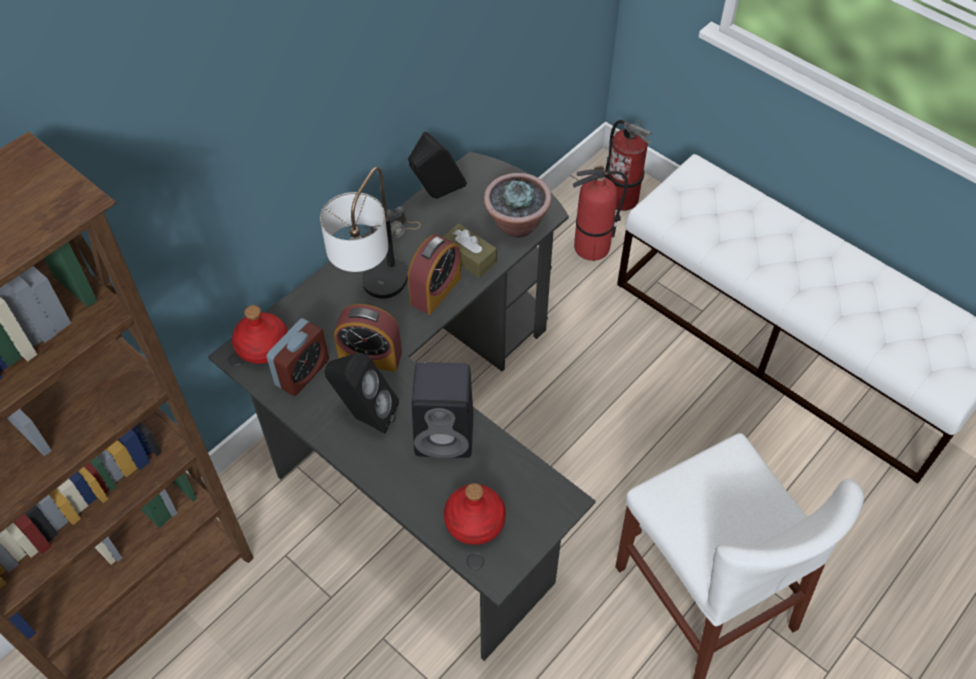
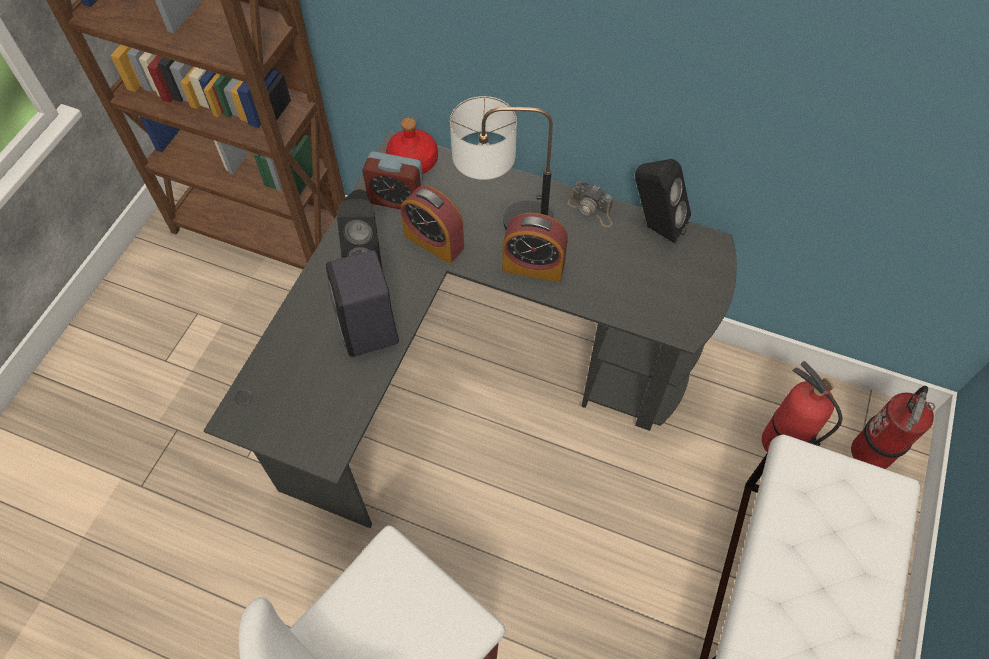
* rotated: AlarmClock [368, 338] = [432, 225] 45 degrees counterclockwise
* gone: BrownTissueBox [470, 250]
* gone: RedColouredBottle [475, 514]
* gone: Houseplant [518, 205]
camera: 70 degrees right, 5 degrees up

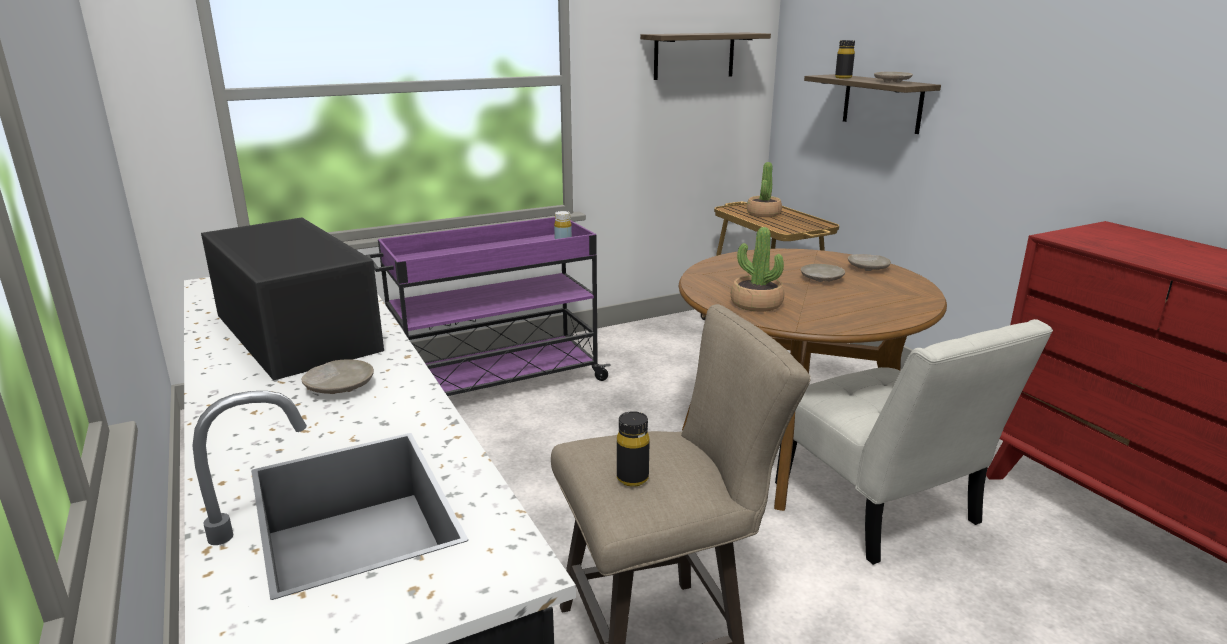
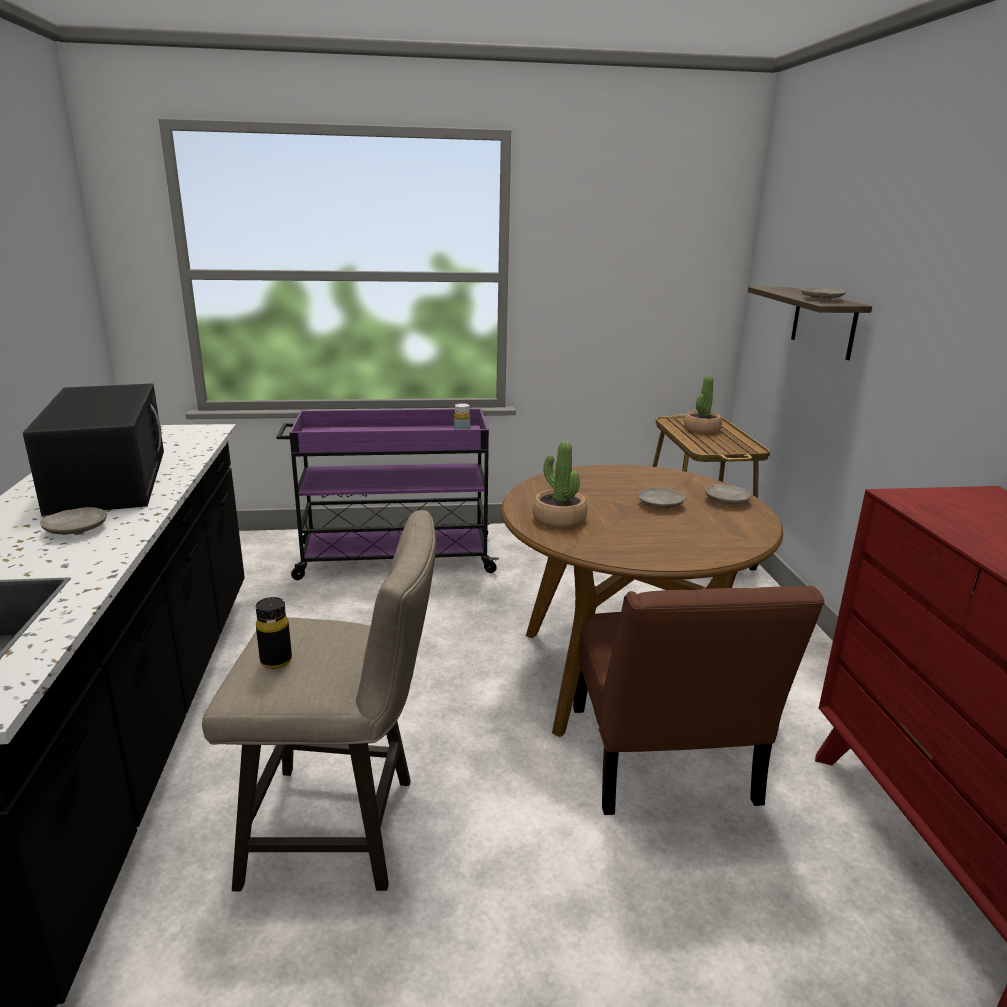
* repainted: WhiteColouredChair [914, 442] to BrownChair [699, 700]
* gone: BracketShelf [705, 56]
* gone: BlackColouredBottle [845, 59]
camera: 20 degrees right, 0 degrees up

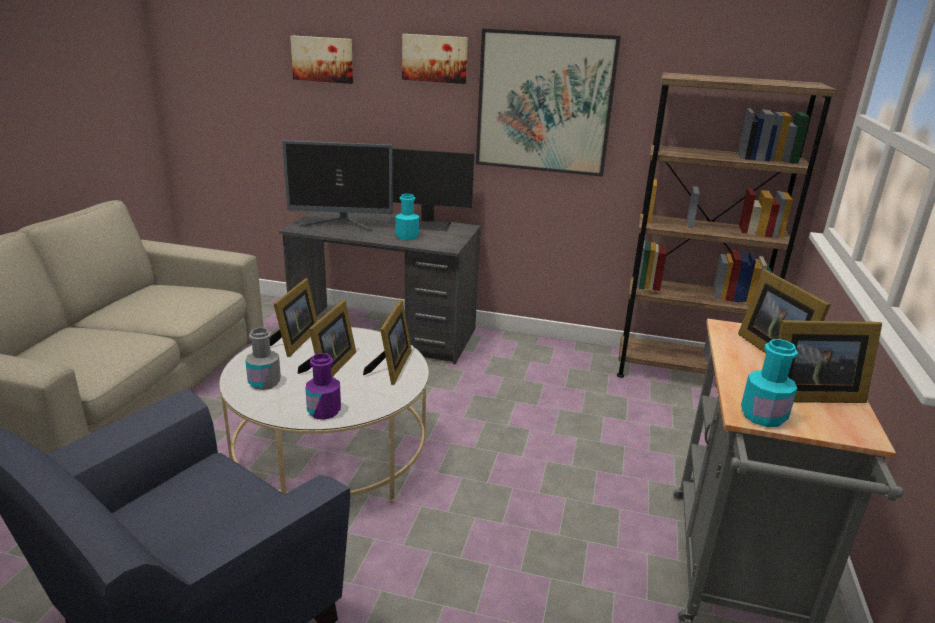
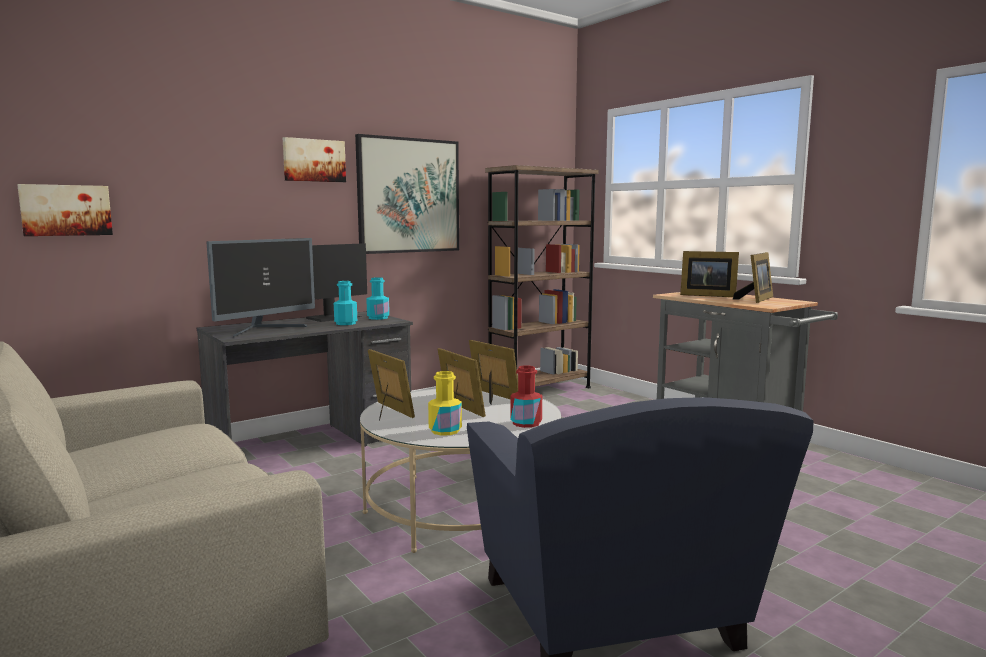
* shifted: WallPicture [321, 60] to [65, 210]
* shifted: TurquoiseColouredBottle [769, 383] to [377, 298]
* repainted: GreyishBottle [263, 358] to YellowColouredBottle [445, 403]
* repainted: PurplishBottle [323, 386] to RedColouredBottle [526, 396]
camera: 50 degrees left, 15 degrees down

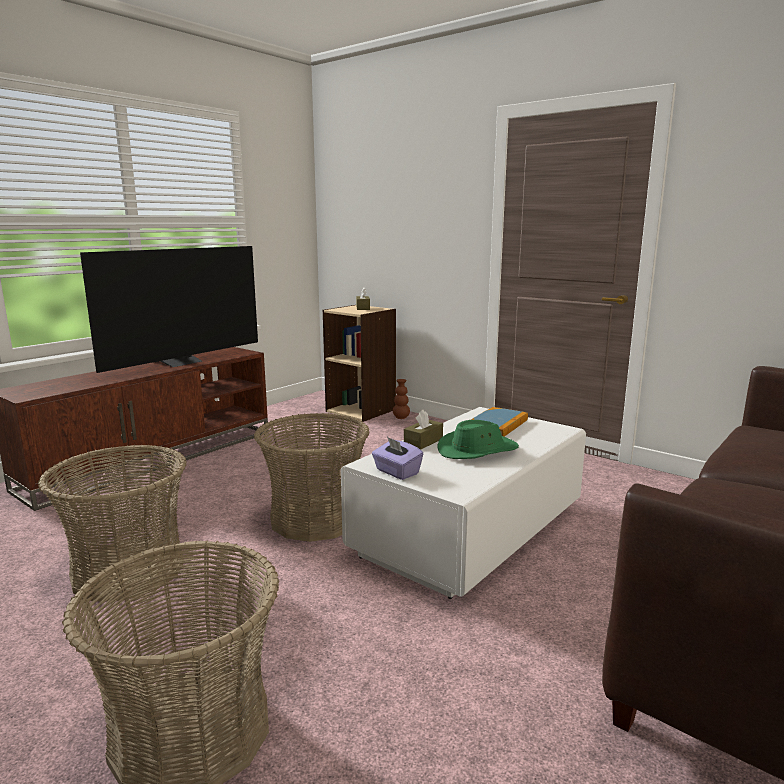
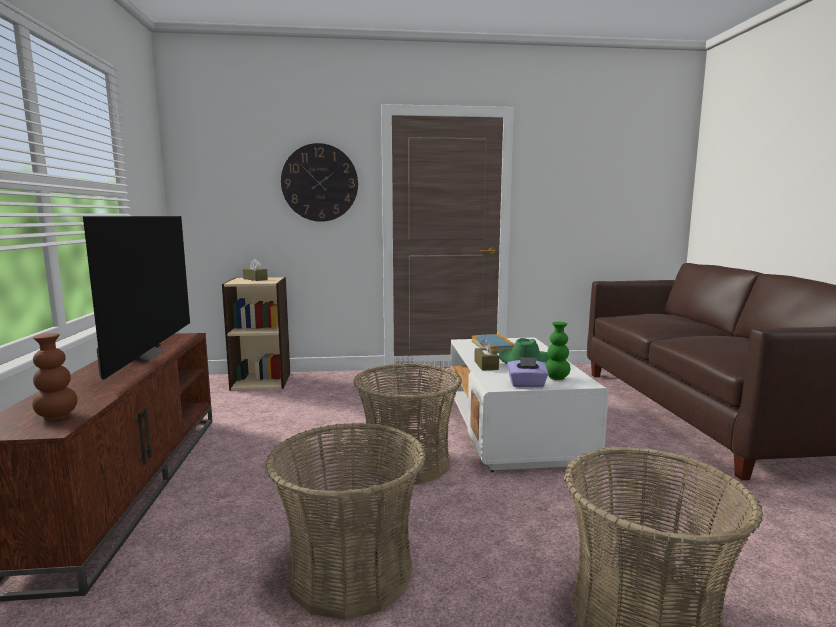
* shifted: BrownDecorativeVase [401, 399] to [54, 376]
* new: ClockOnTheWall [319, 182]
* new: GreenColouredDecorativeVase [557, 351]
camera: 45 degrees left, 5 degrees down

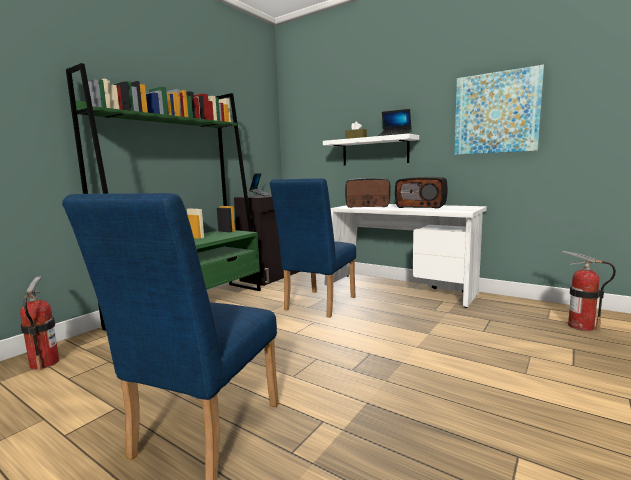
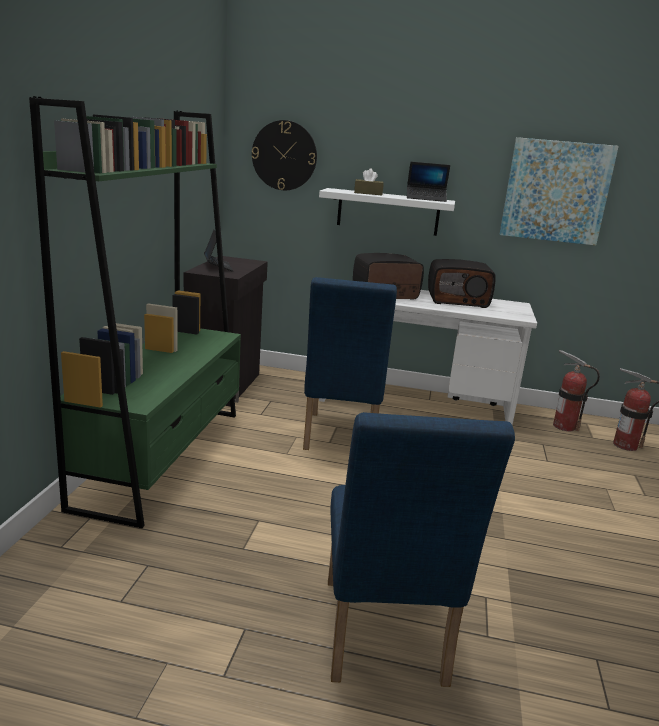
* new: ClockOnTheWall [284, 155]
* shifted: FireExtinguisher [39, 323] to [576, 390]
camera: 25 degrees left, 10 degrees up

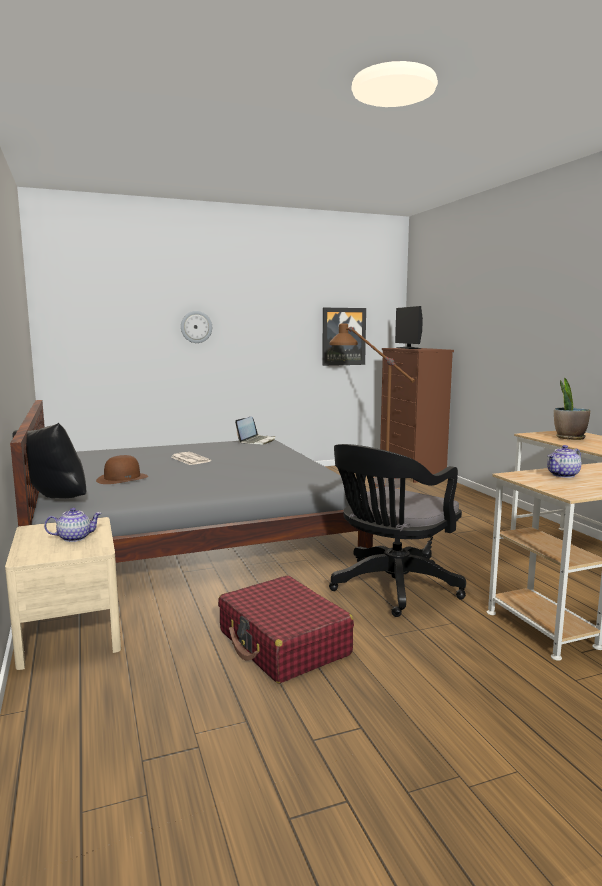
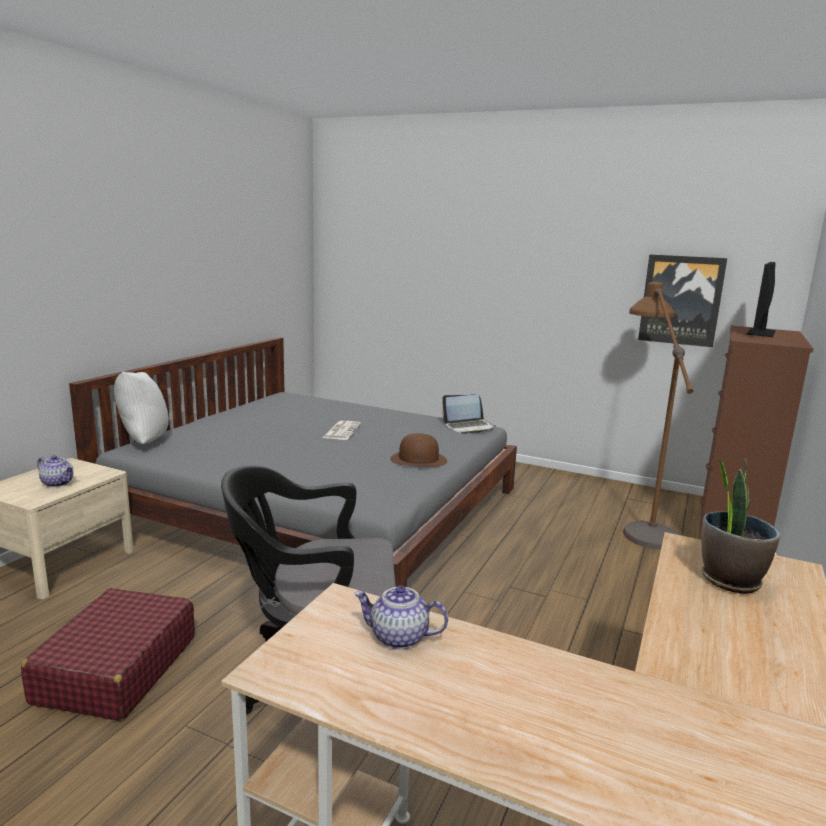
* repainted: BlackColouredPillow [49, 460] to WhiteColouredPillow [141, 408]
* shifted: BrownClothingHat [122, 469] to [418, 450]
* gone: ClockOnTheWall [196, 327]
camera: 45 degrees right, 5 degrees up

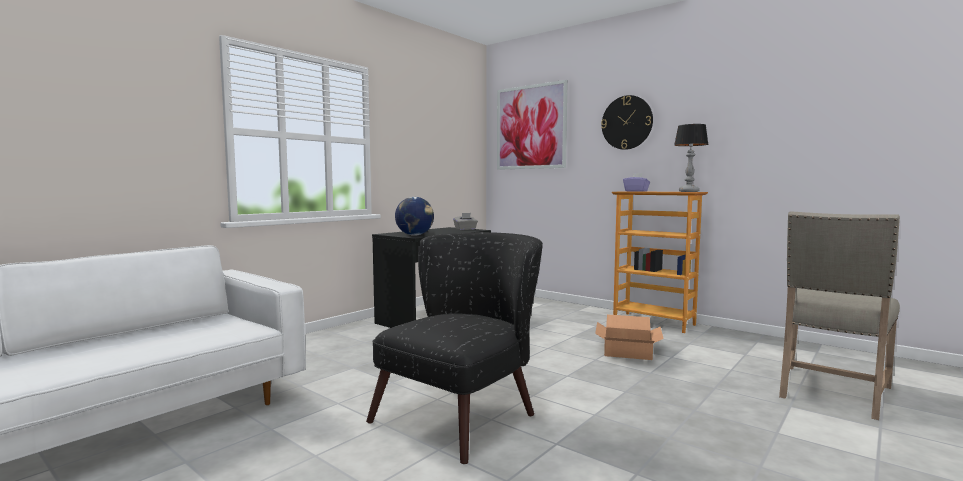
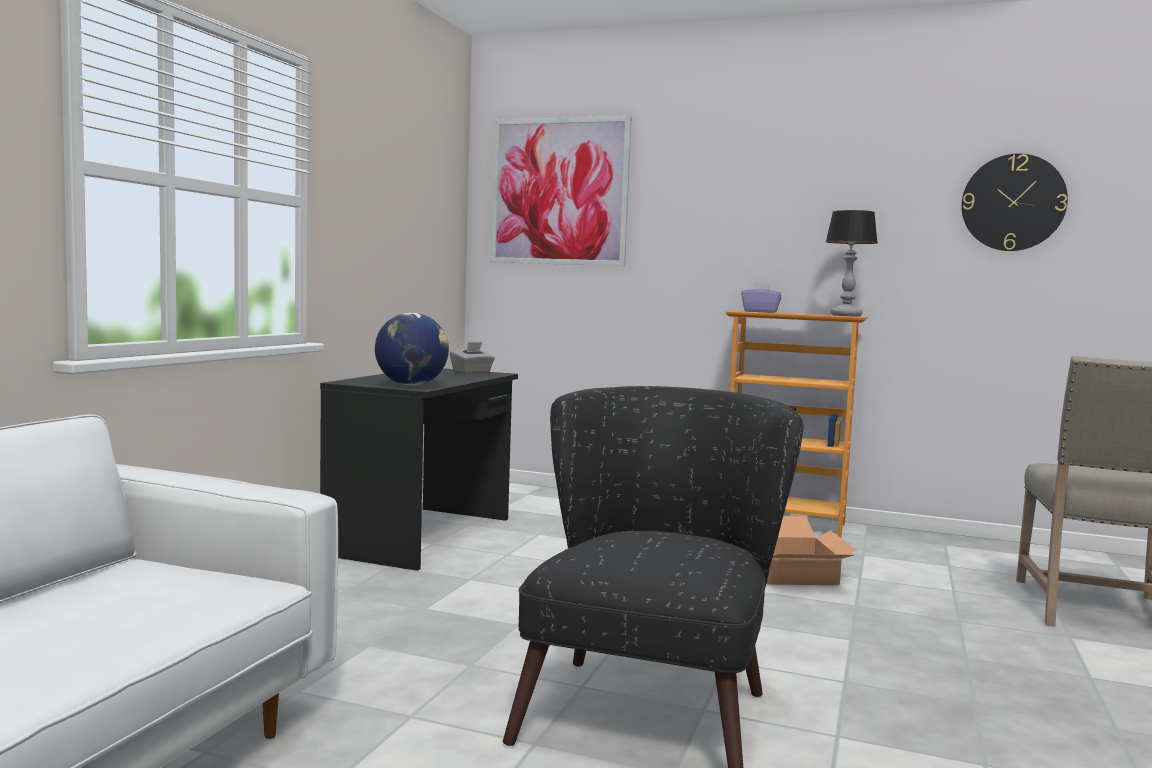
* shifted: ClockOnTheWall [627, 122] to [1014, 202]
camera: 20 degrees left, 0 degrees up

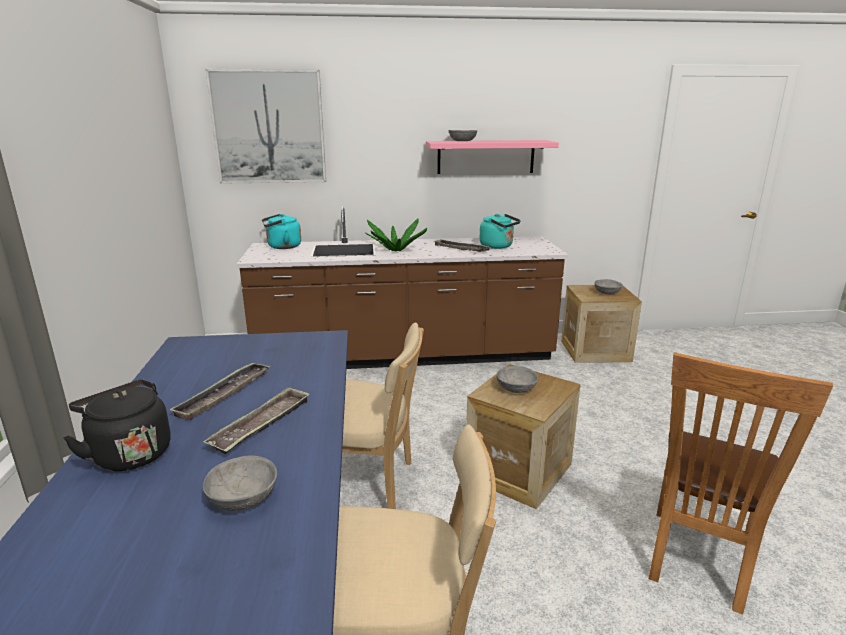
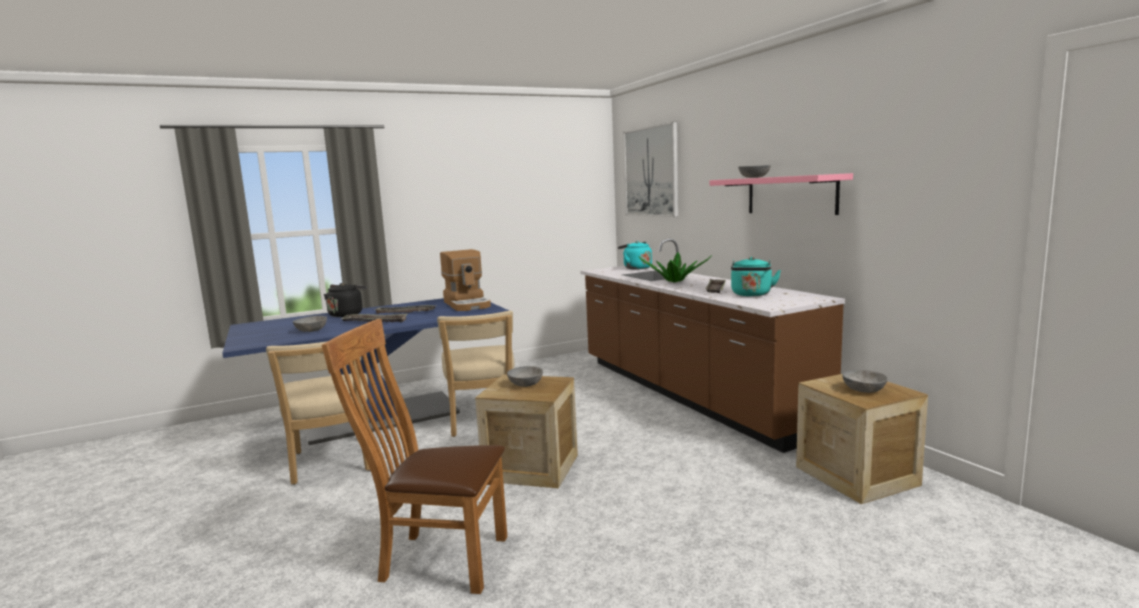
* new: CoffeeMachine [465, 280]
camera: 70 degrees right, 10 degrees down

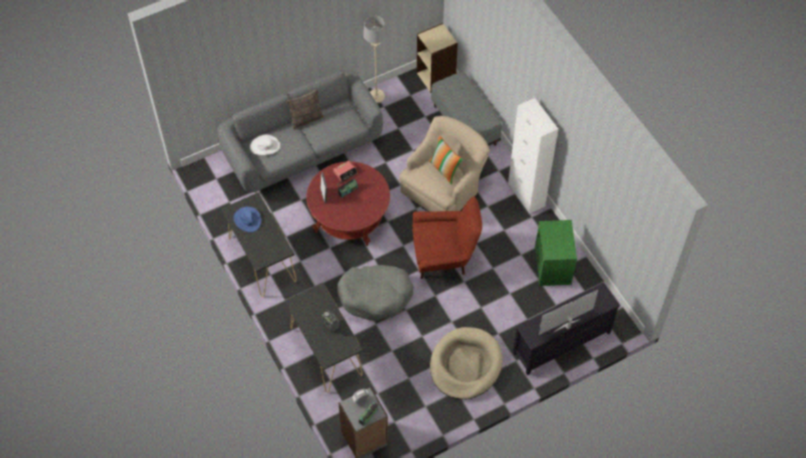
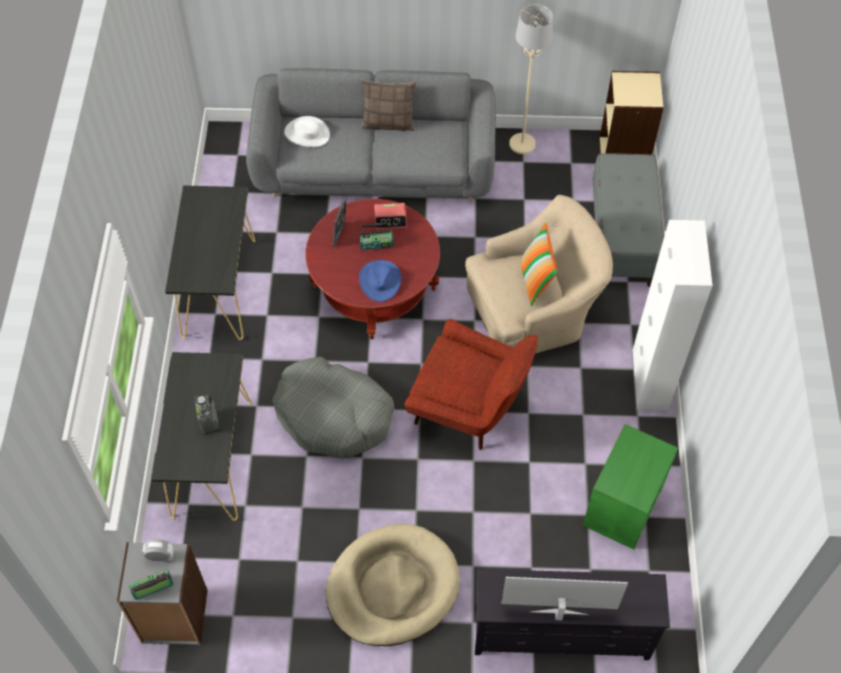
* shifted: BlueColouredClothingHat [247, 219] to [380, 281]
camera: 30 degrees right, 0 degrees up

